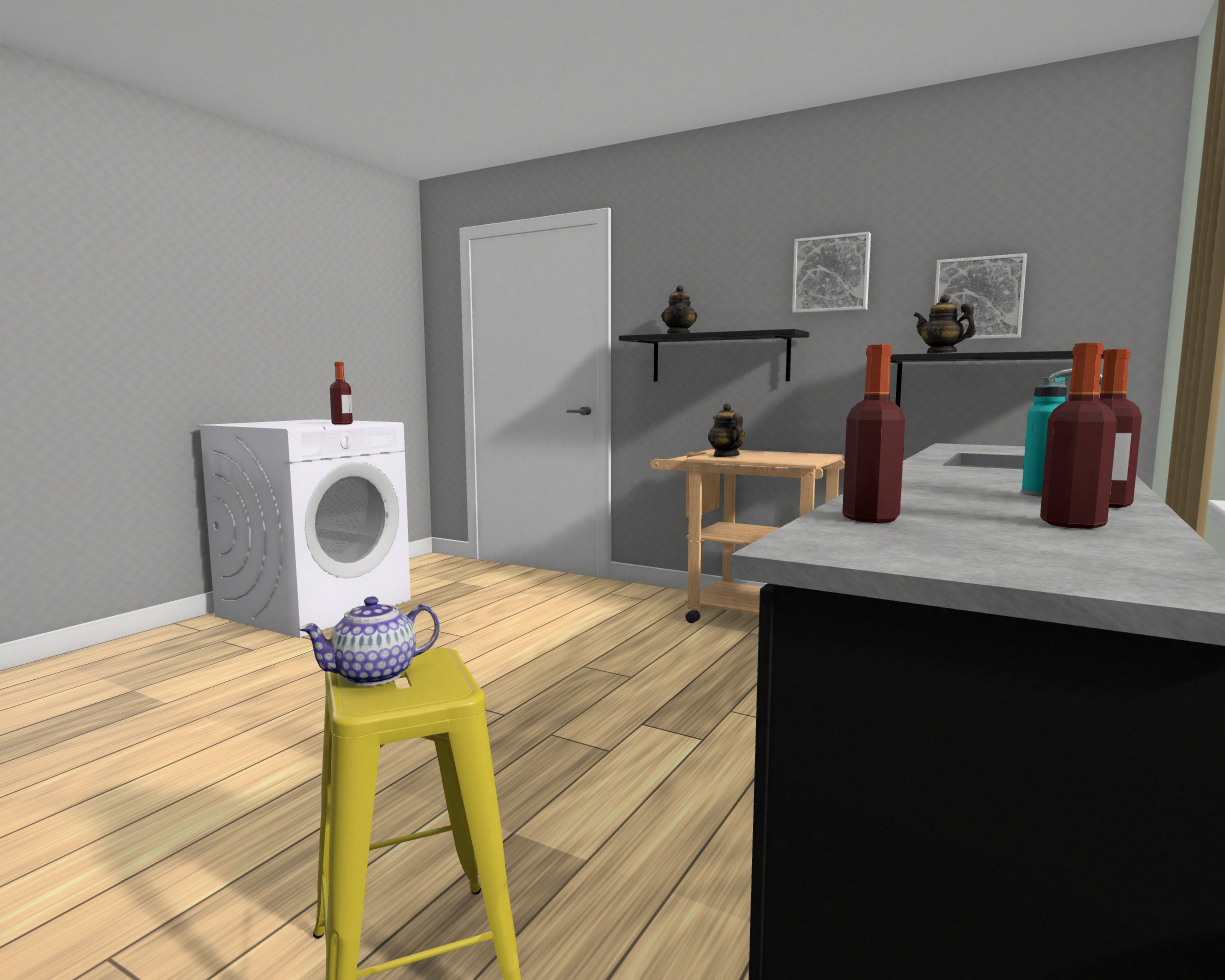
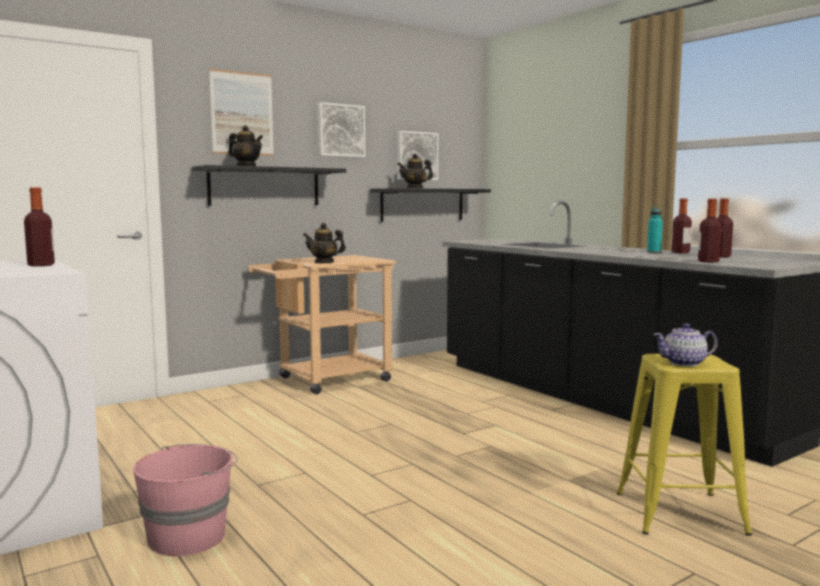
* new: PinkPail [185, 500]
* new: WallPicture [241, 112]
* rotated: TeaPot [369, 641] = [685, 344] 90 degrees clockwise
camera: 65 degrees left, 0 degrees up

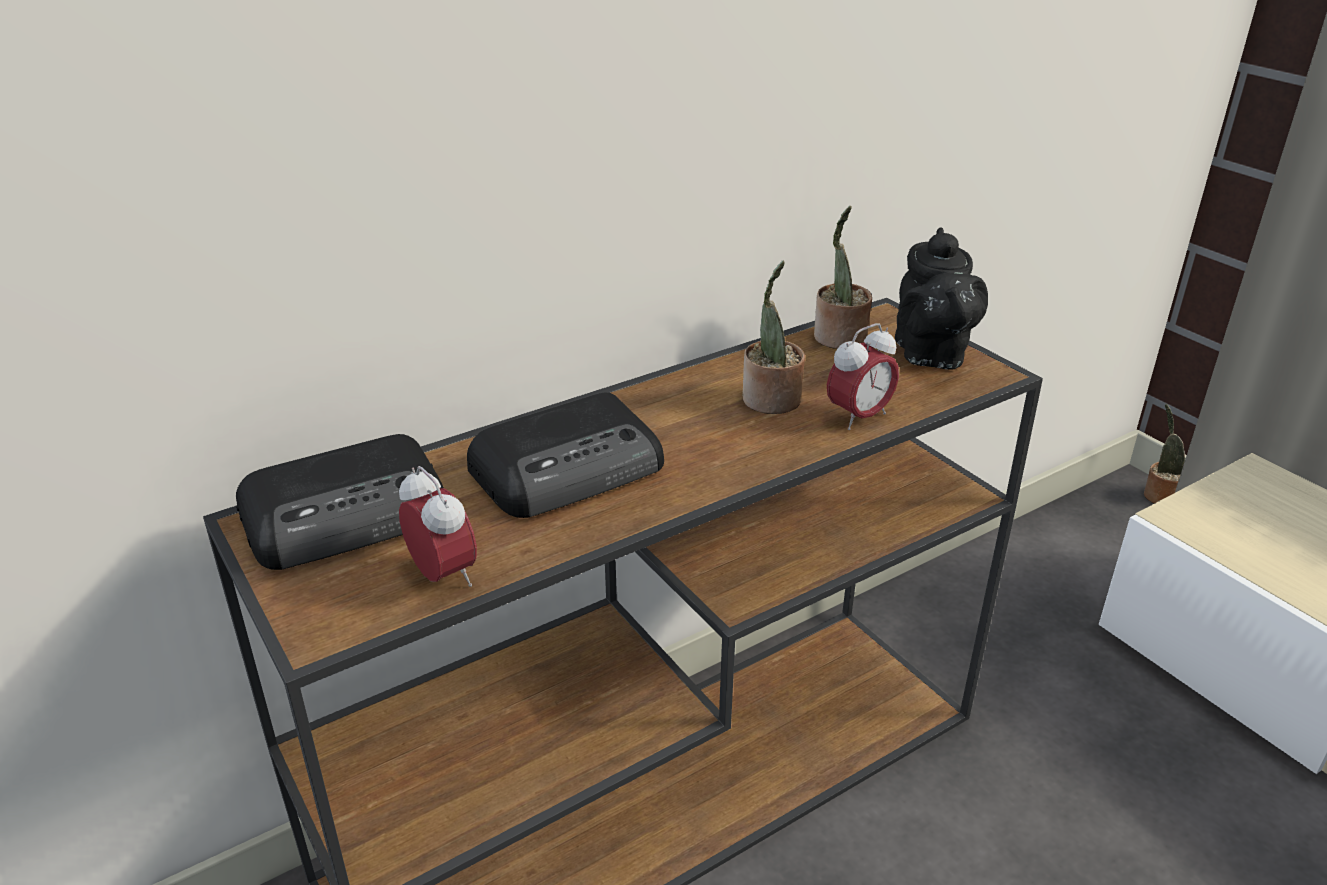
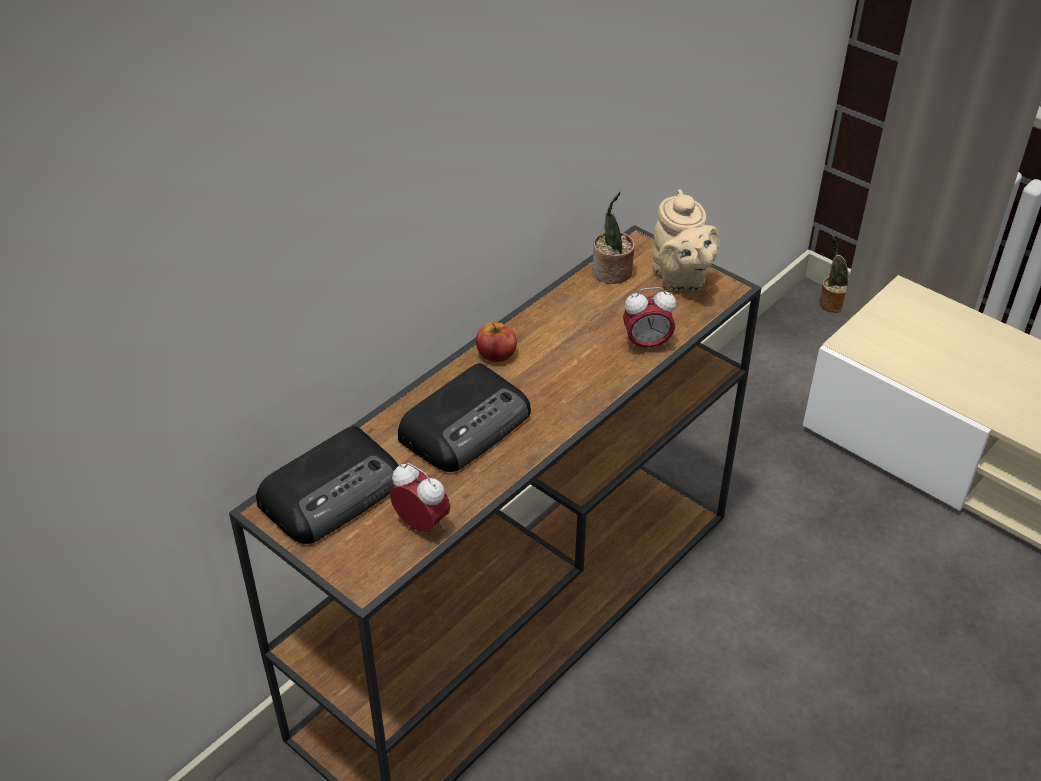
* new: AppleFruit [496, 342]
* rotated: AlarmClock [863, 376] = [649, 319] 45 degrees clockwise
* repainted: BlackColouredTeaPot [941, 298] to BeigeColouredTeaPot [686, 240]
* gone: Houseplant [773, 337]
camera: 15 degrees left, 10 degrees up

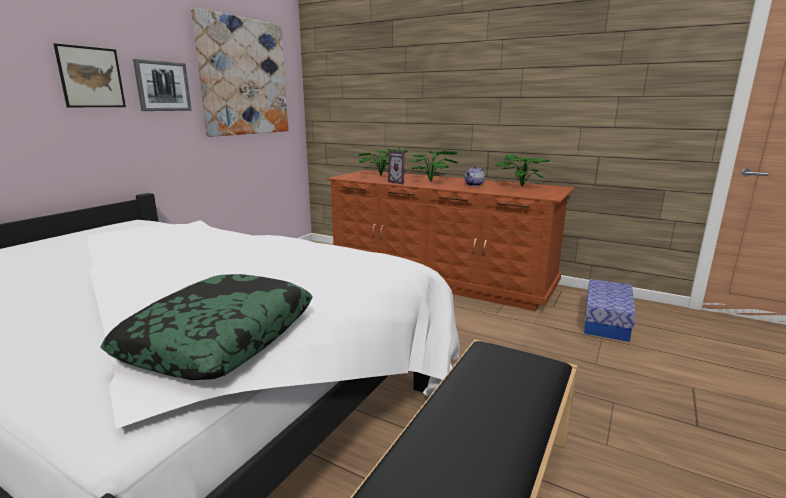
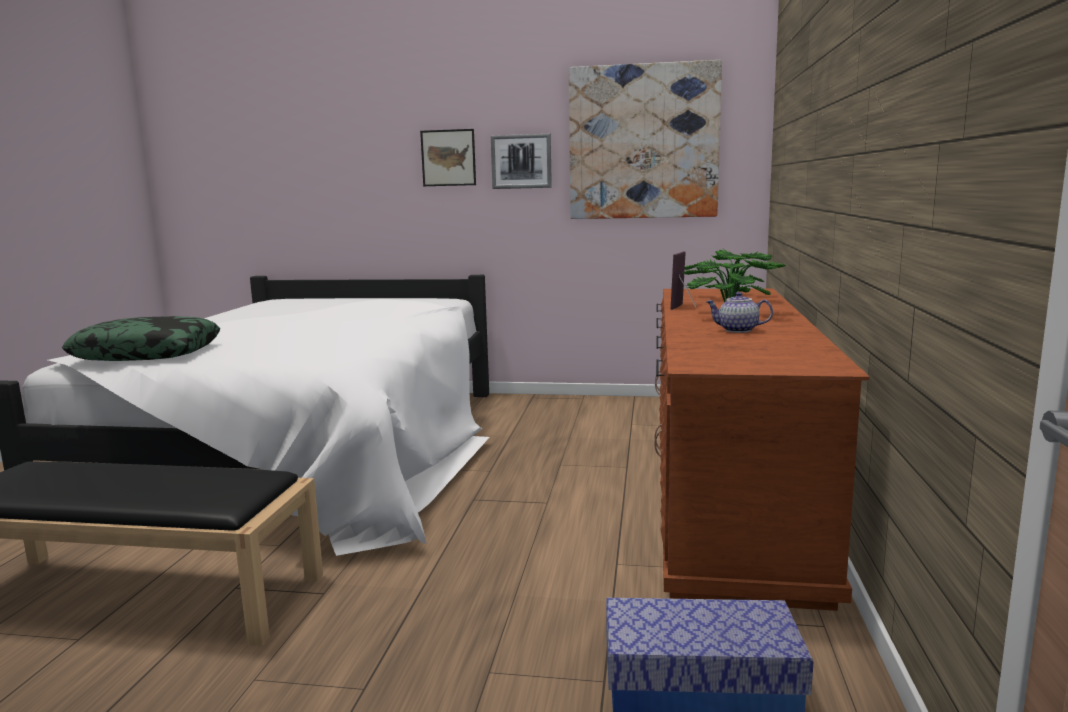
* gone: Houseplant [523, 170]
camera: 70 degrees right, 5 degrees down

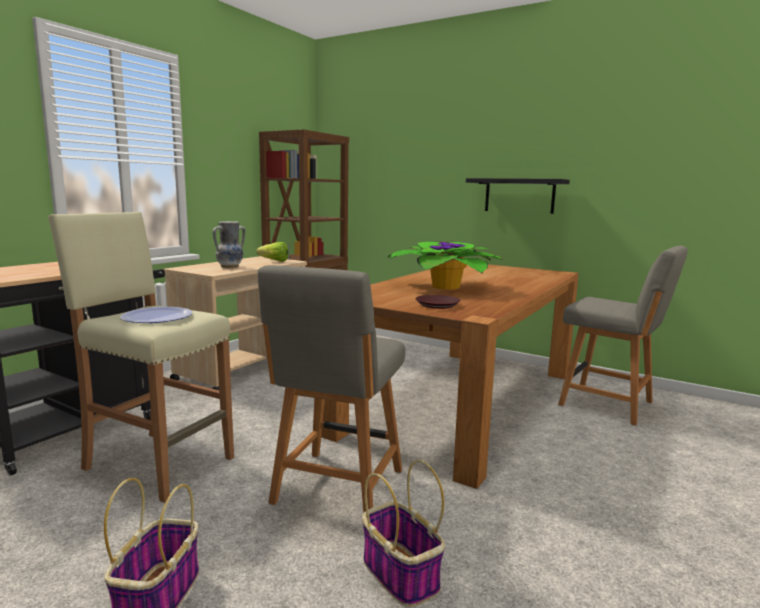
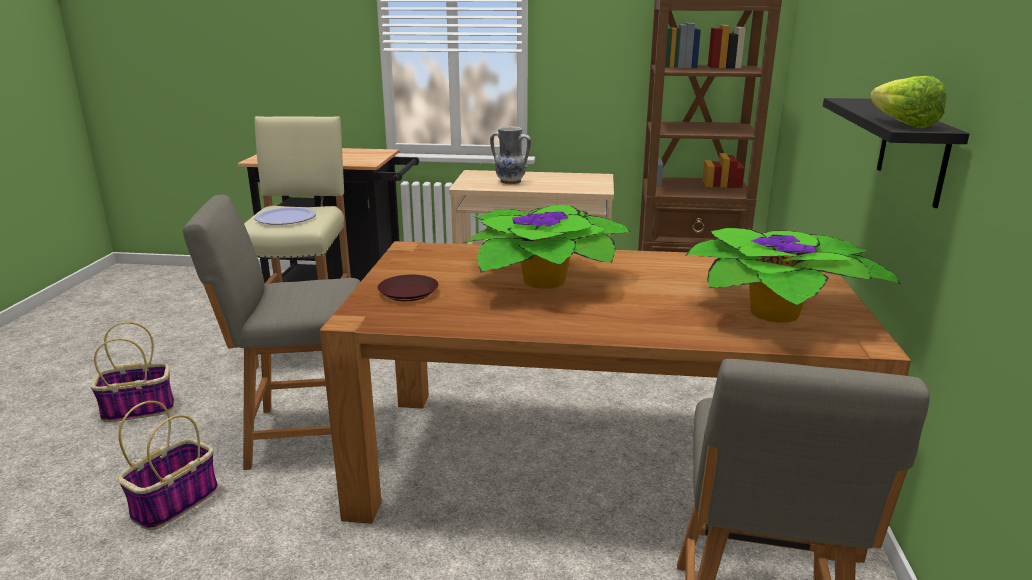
* new: Houseplant [792, 275]
* shifted: HeadOfLettuce [272, 252] to [908, 102]
camera: 65 degrees right, 10 degrees up

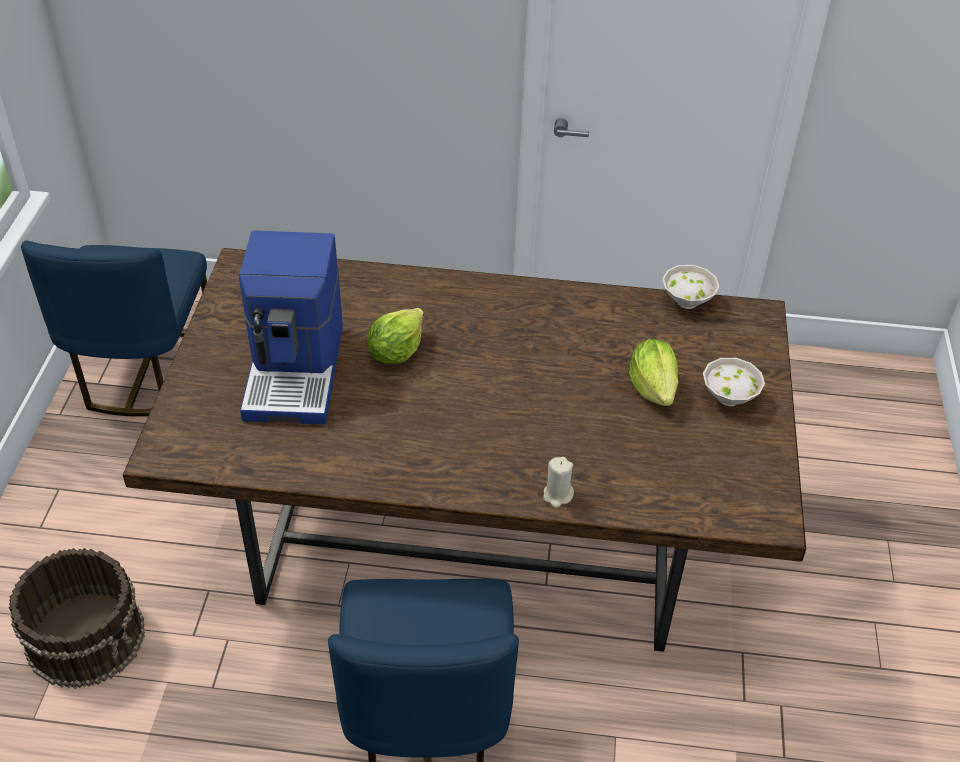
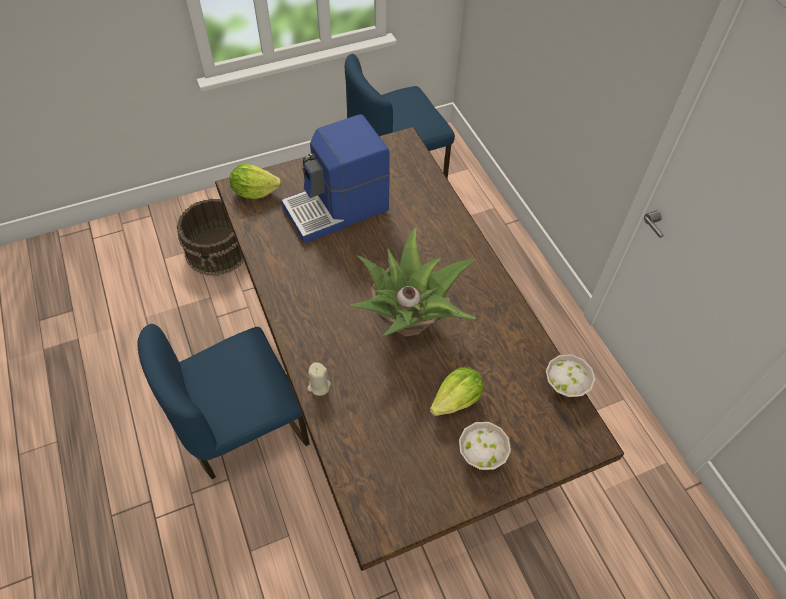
* shifted: HeadOfLettuce [395, 336] to [255, 181]
* new: Houseplant [413, 282]
camera: 60 degrees right, 10 degrees up

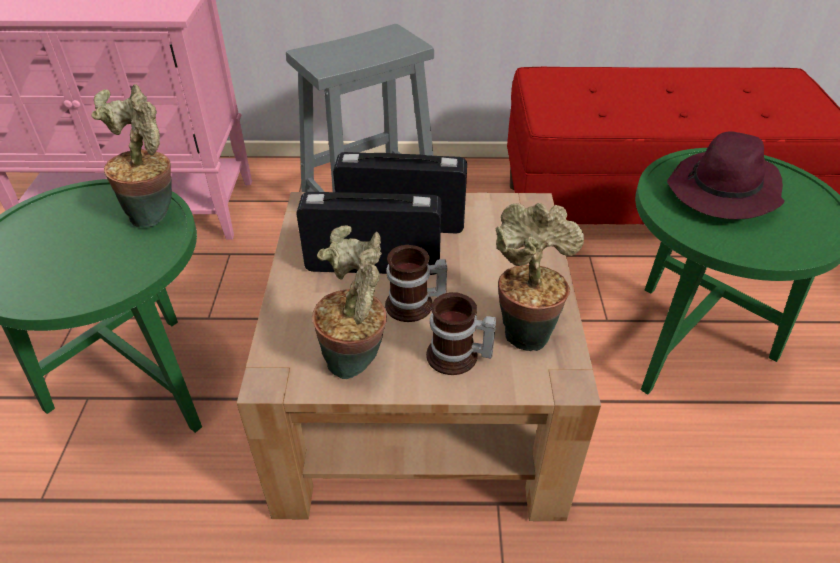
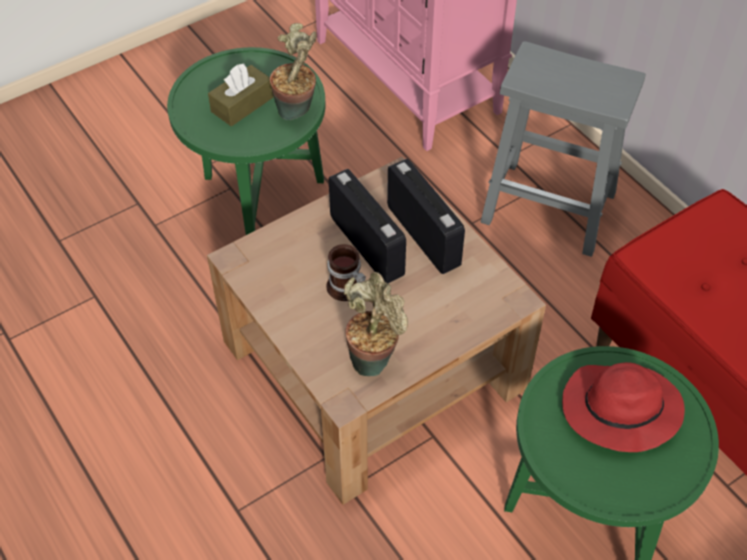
* new: BrownTissueBox [241, 95]
* repainted: PurplishClothingHat [725, 175] to RedColouredClothingHat [623, 407]
* gone: Houseplant [349, 302]
* gone: CoffeeMug [461, 333]
camera: 55 degrees right, 10 degrees up

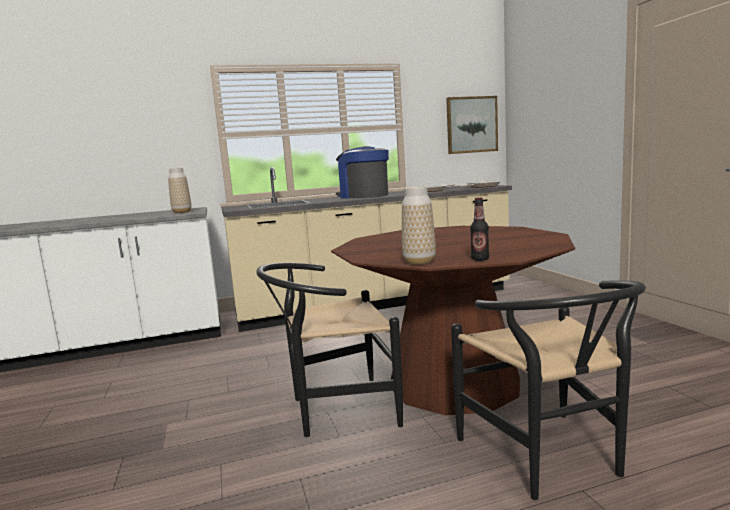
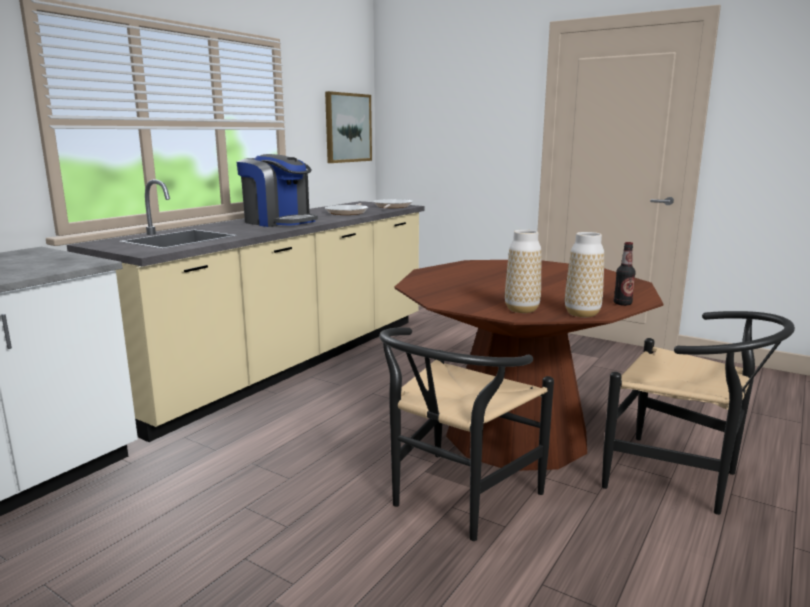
* rotated: CoffeeMachine [362, 172] = [277, 190] 150 degrees counterclockwise
* shifted: DecorativeVase [179, 190] to [523, 271]
camera: 40 degrees left, 5 degrees up

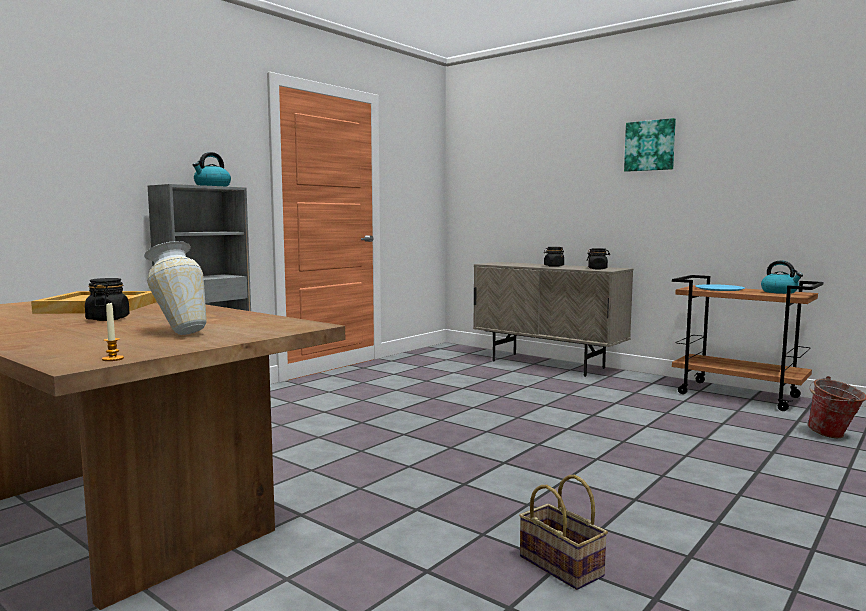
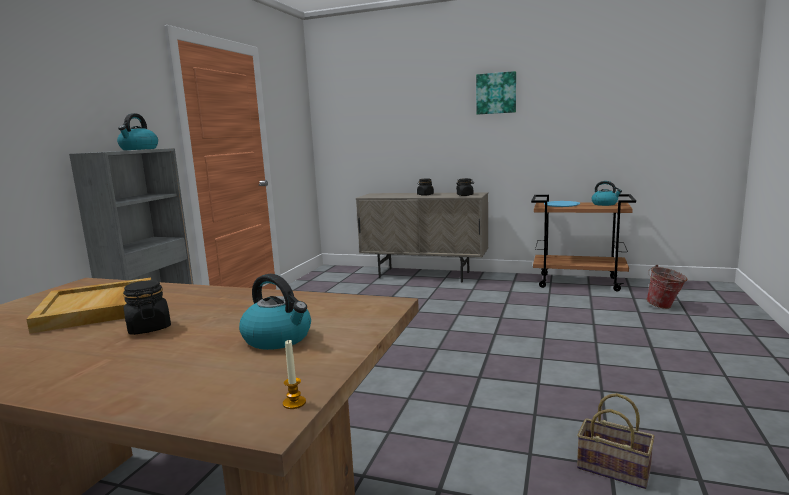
* swapped: DecorativeVase [175, 288] to TeaKettle [275, 312]
camera: 20 degrees left, 5 degrees up

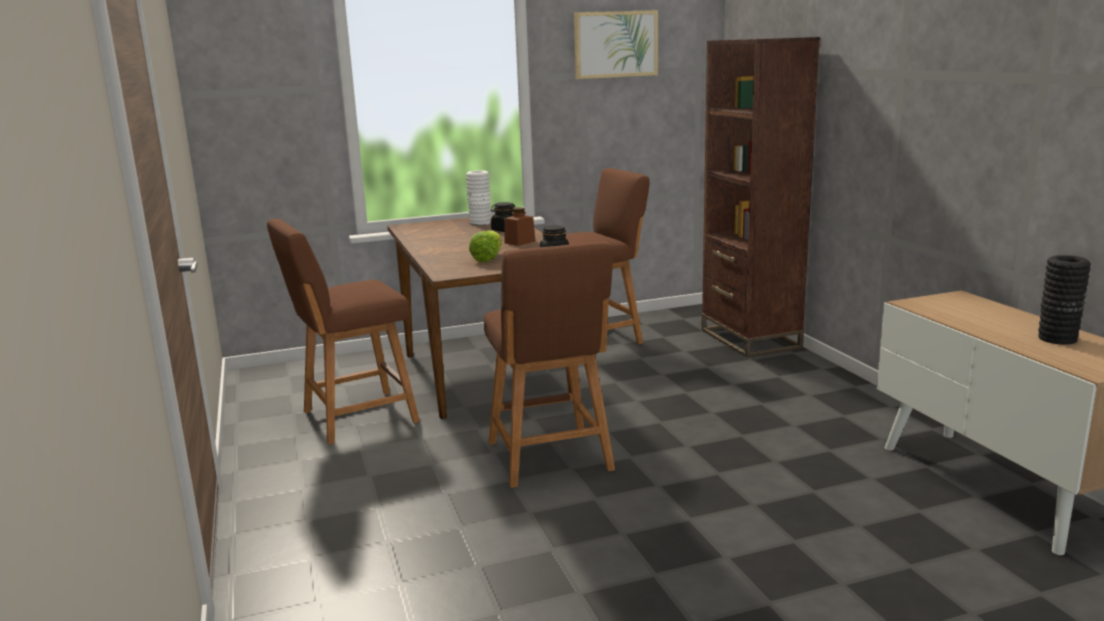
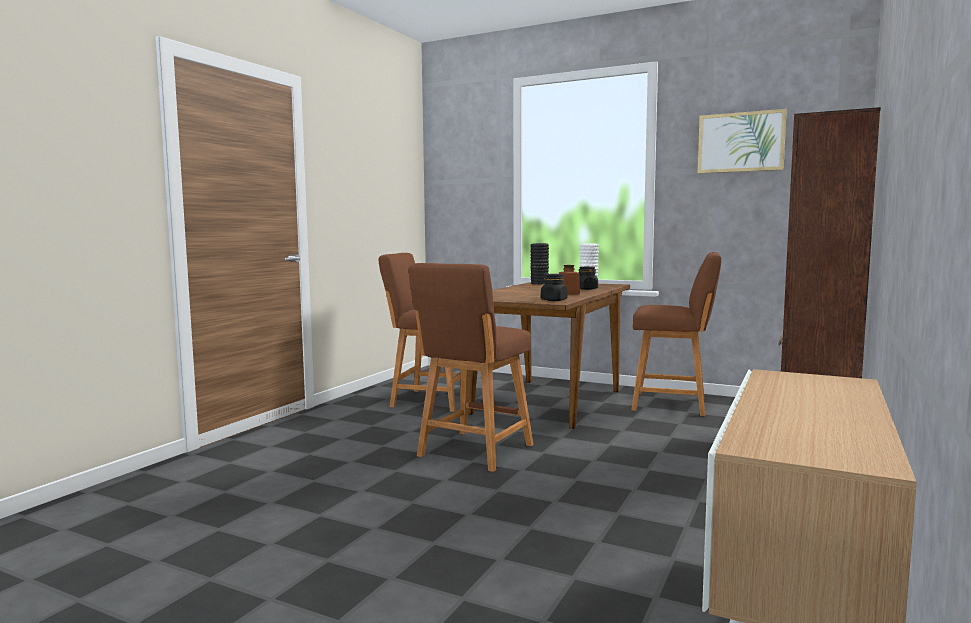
* shifted: BlackColouredDecorativeVase [1064, 300] to [539, 264]
* gone: HeadOfLettuce [485, 246]
camera: 45 degrees right, 10 degrees down

